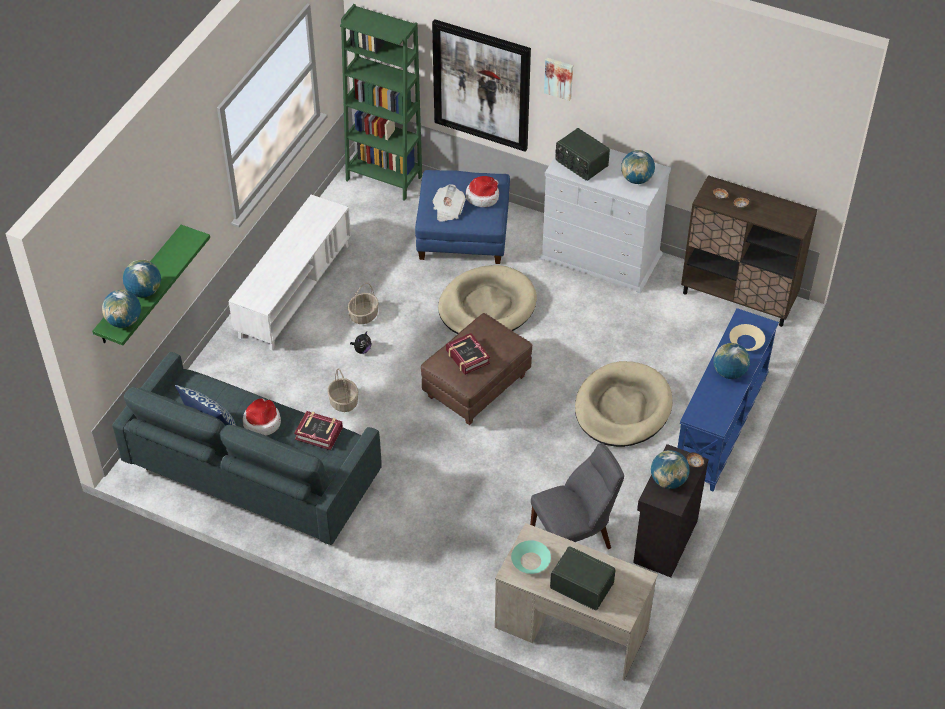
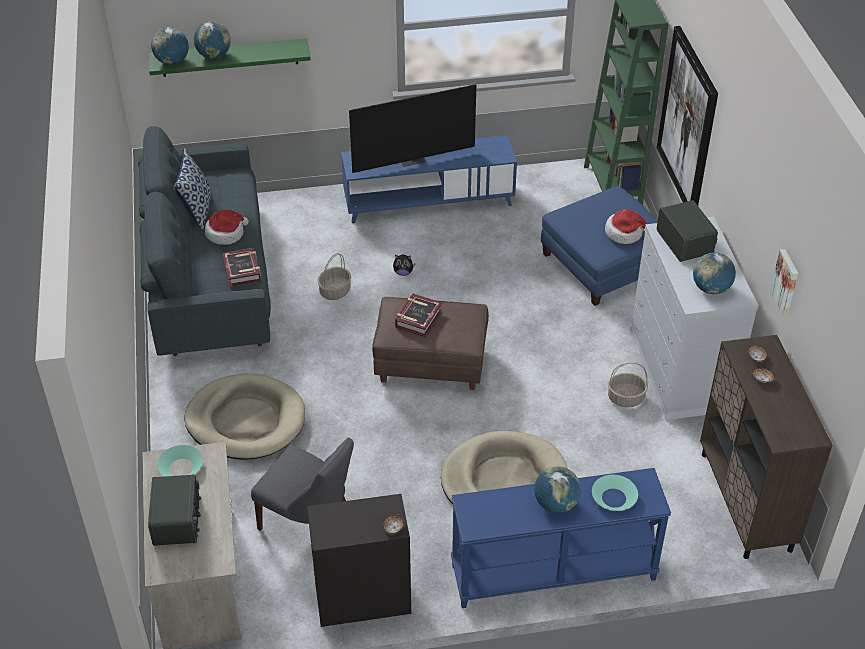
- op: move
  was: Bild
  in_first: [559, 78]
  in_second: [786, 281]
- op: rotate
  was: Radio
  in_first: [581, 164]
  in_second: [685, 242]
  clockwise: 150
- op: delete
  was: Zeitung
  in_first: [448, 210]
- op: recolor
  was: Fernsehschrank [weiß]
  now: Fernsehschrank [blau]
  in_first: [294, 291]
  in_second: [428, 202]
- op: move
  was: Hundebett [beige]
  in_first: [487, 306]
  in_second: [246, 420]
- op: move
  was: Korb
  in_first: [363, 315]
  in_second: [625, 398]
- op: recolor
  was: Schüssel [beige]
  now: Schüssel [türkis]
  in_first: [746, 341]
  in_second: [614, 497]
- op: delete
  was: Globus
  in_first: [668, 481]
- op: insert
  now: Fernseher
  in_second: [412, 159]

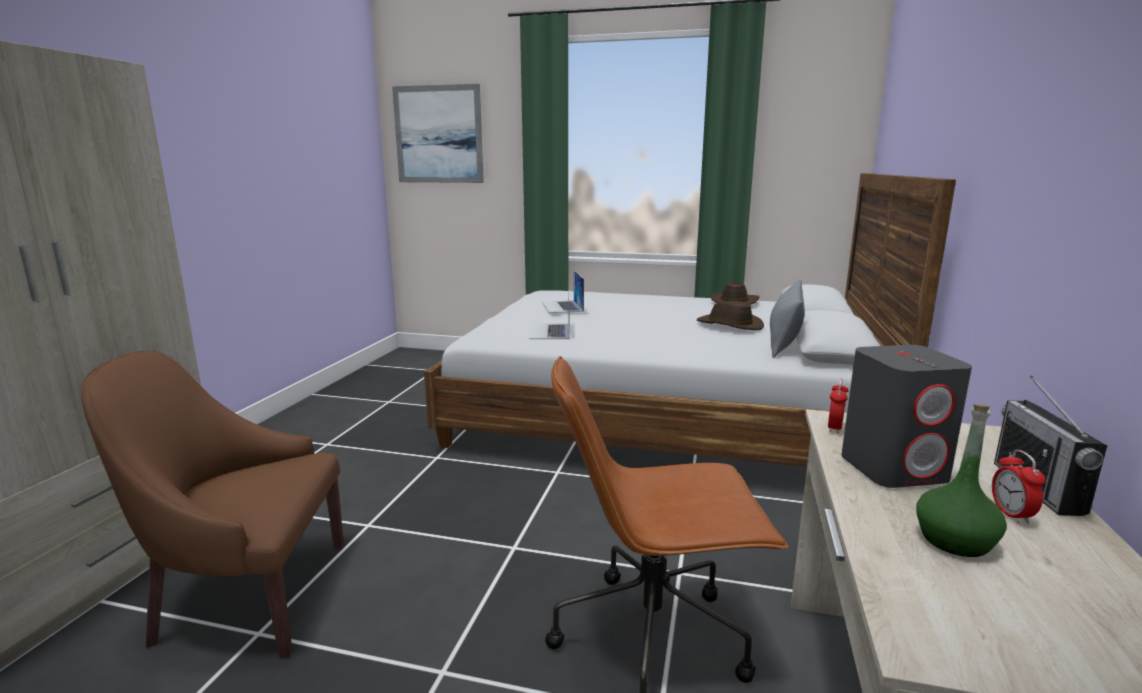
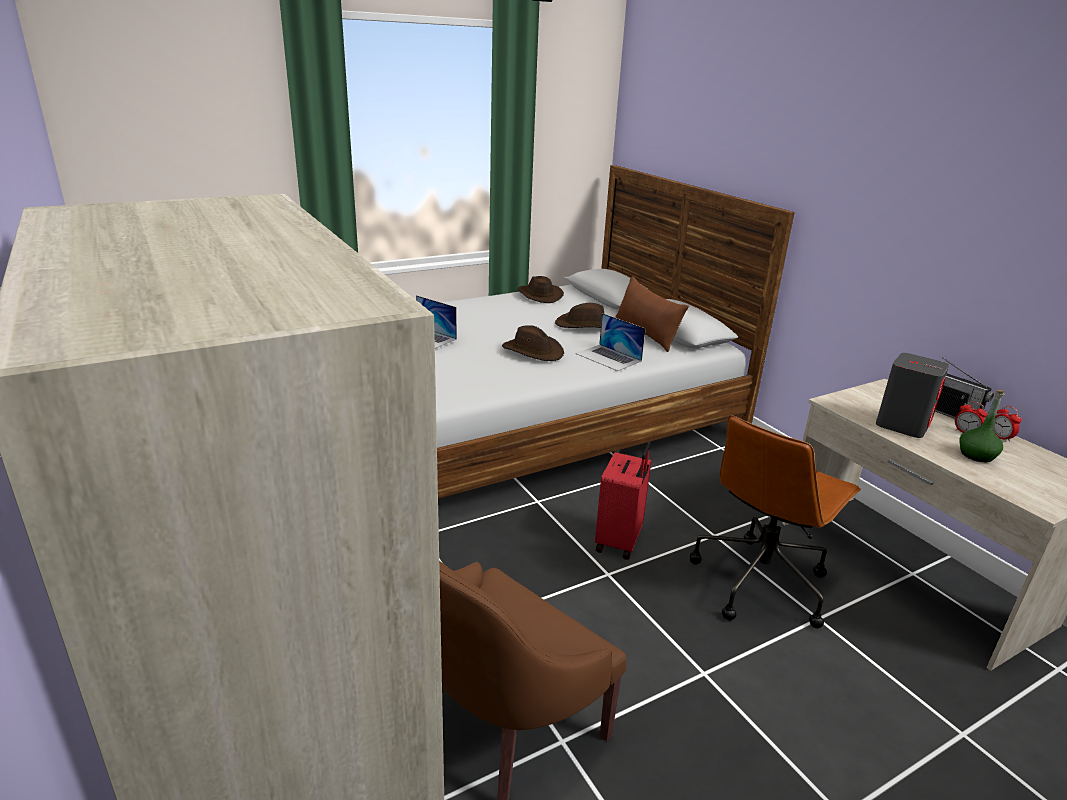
- op: delete
  was: Bild
  in_first: [438, 134]
- op: recolor
  was: Kissen [grau]
  now: Kissen [braun]
  in_first: [784, 342]
  in_second: [646, 333]
- op: move
  was: Laptop
  in_first: [550, 331]
  in_second: [608, 357]
- op: move
  was: Wecker
  in_first: [834, 428]
  in_second: [1000, 437]
- op: insert
  now: Hut [braun]
  in_second: [533, 351]
- op: insert
  now: Koffer [rot]
  in_second: [620, 542]

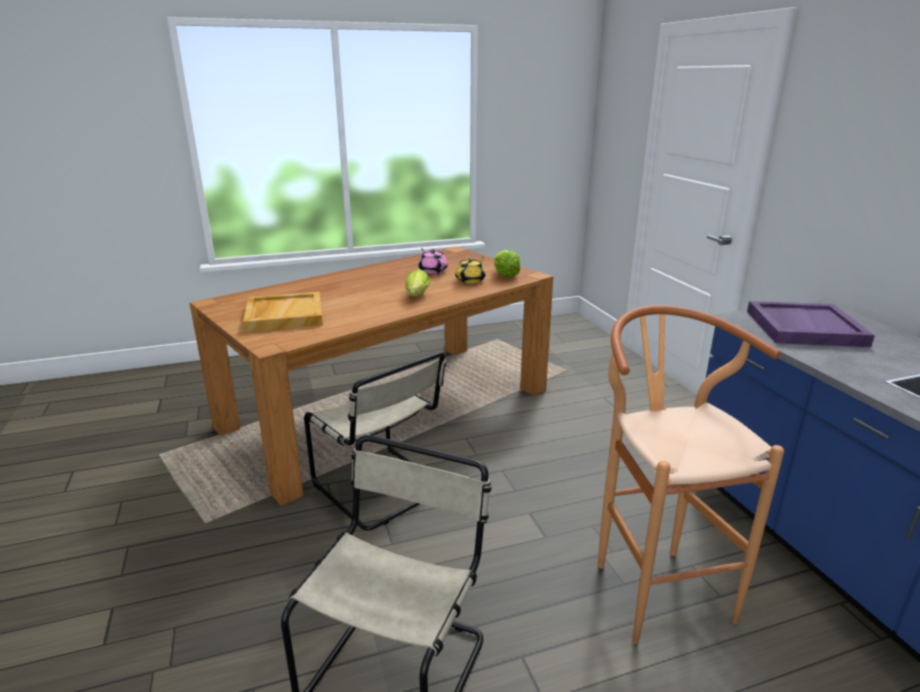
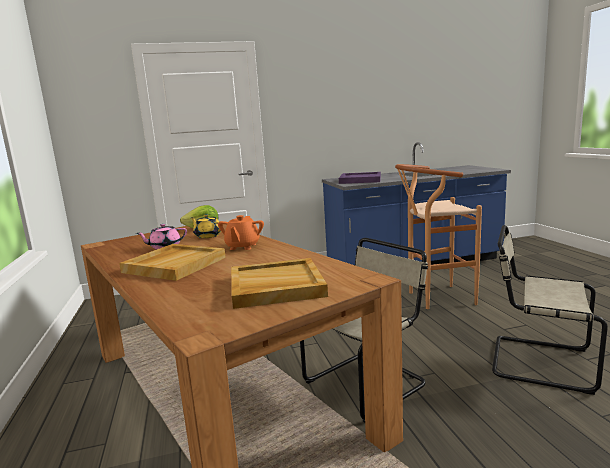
- op: replace
  was: Salatkopf
  now: Teekanne [orange]
  in_first: [416, 296]
  in_second: [242, 247]
- op: insert
  now: Tablett [beige]
  in_second: [174, 264]

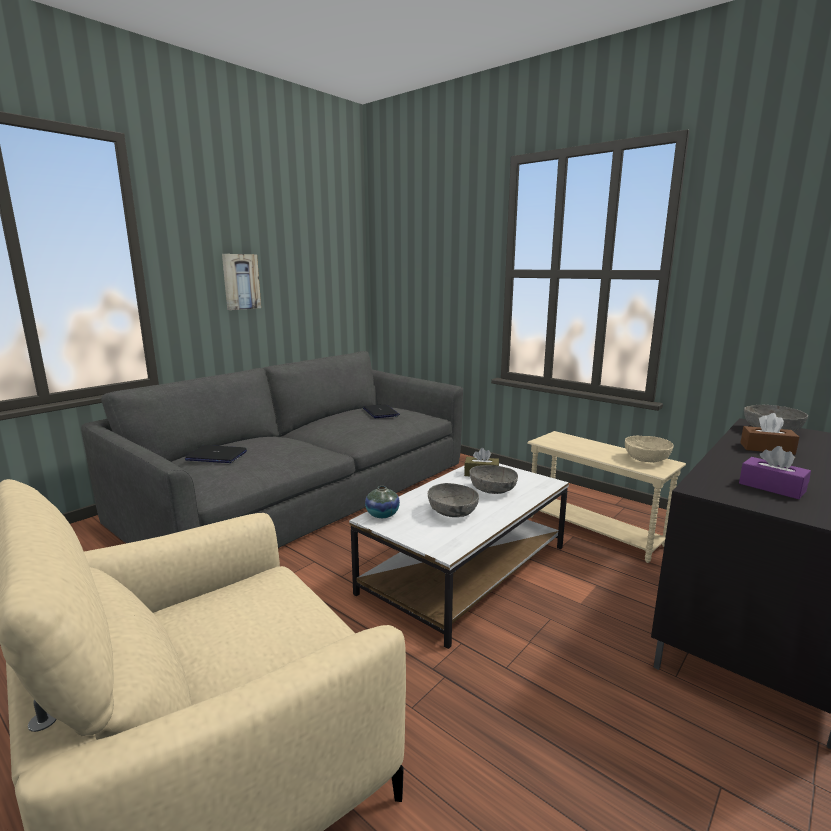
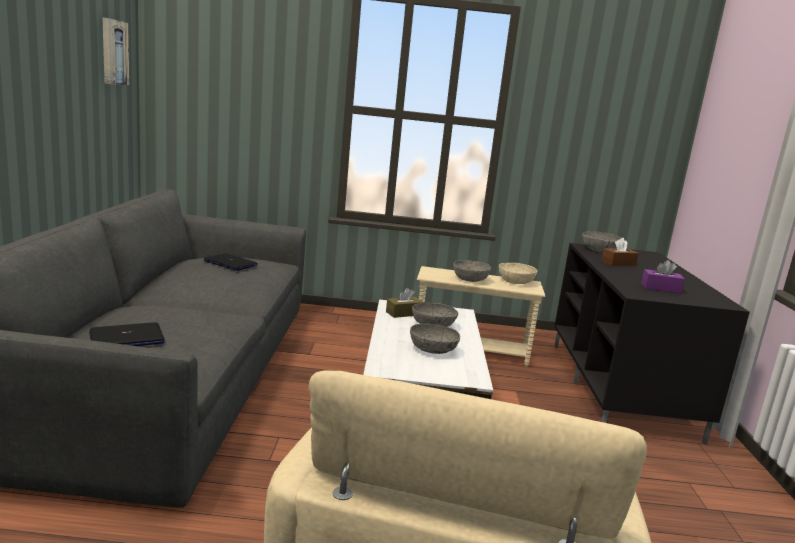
- op: move
  was: Bild
  in_first: [240, 281]
  in_second: [113, 52]
- op: delete
  was: Vase
  in_first: [382, 514]
- op: insert
  now: Schüssel [grau]
  in_second: [470, 279]

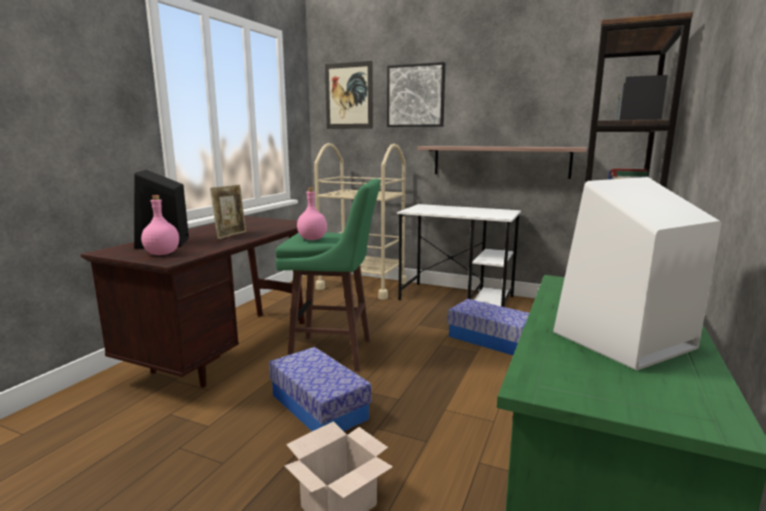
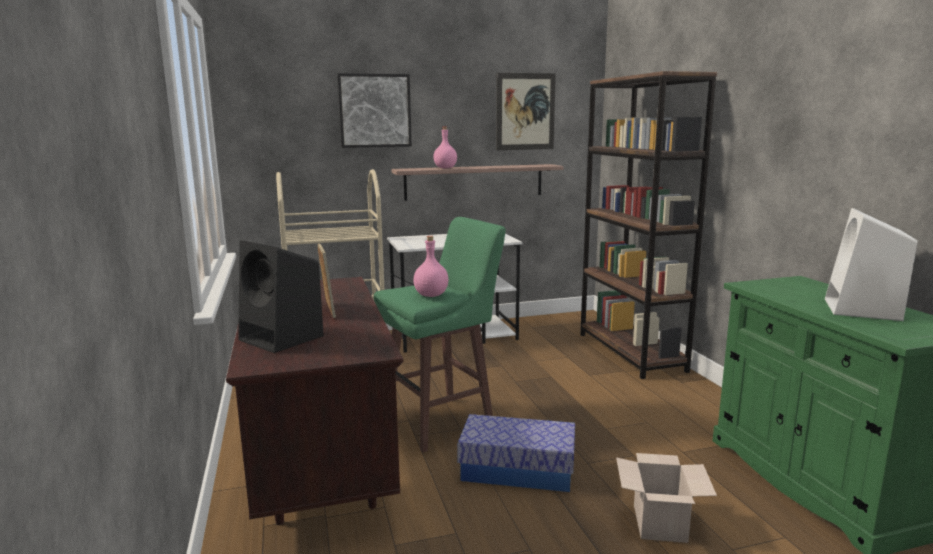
- op: move
  was: Bild
  in_first: [348, 96]
  in_second: [525, 111]
- op: move
  was: Flasche [rosa]
  in_first: [163, 253]
  in_second: [445, 168]
- op: delete
  was: Aufbewahrungsbox
  in_first: [490, 339]

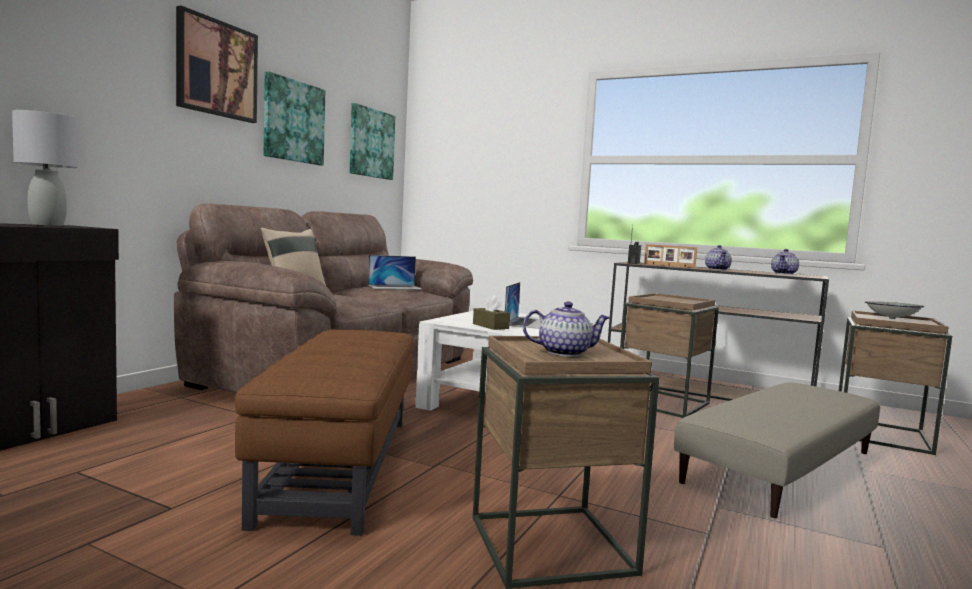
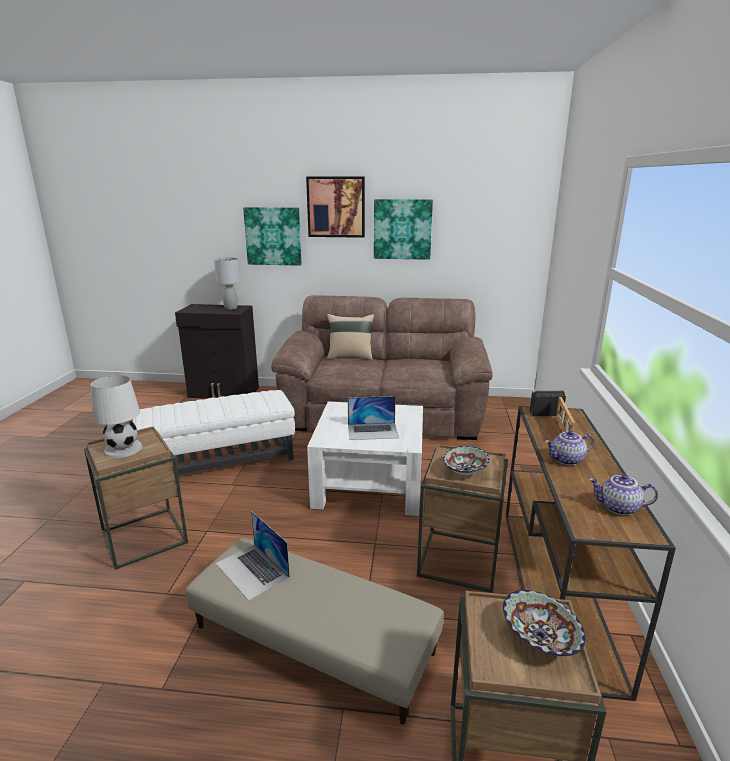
- op: move
  was: Bild
  in_first: [371, 143]
  in_second: [273, 236]
- op: move
  was: Laptop
  in_first: [395, 287]
  in_second: [252, 570]
- op: delete
  was: Taschentuchbox [braun]
  in_first: [490, 326]
- op: replace
  was: Teekanne
  now: Tischlampe [weiß]
  in_first: [564, 352]
  in_second: [123, 449]
- op: recolor
  was: Polsterhocker [braun]
  now: Polsterhocker [weiß]
  in_first: [339, 465]
  in_second: [220, 461]
- op: insert
  now: Schüssel
  in_second: [465, 471]

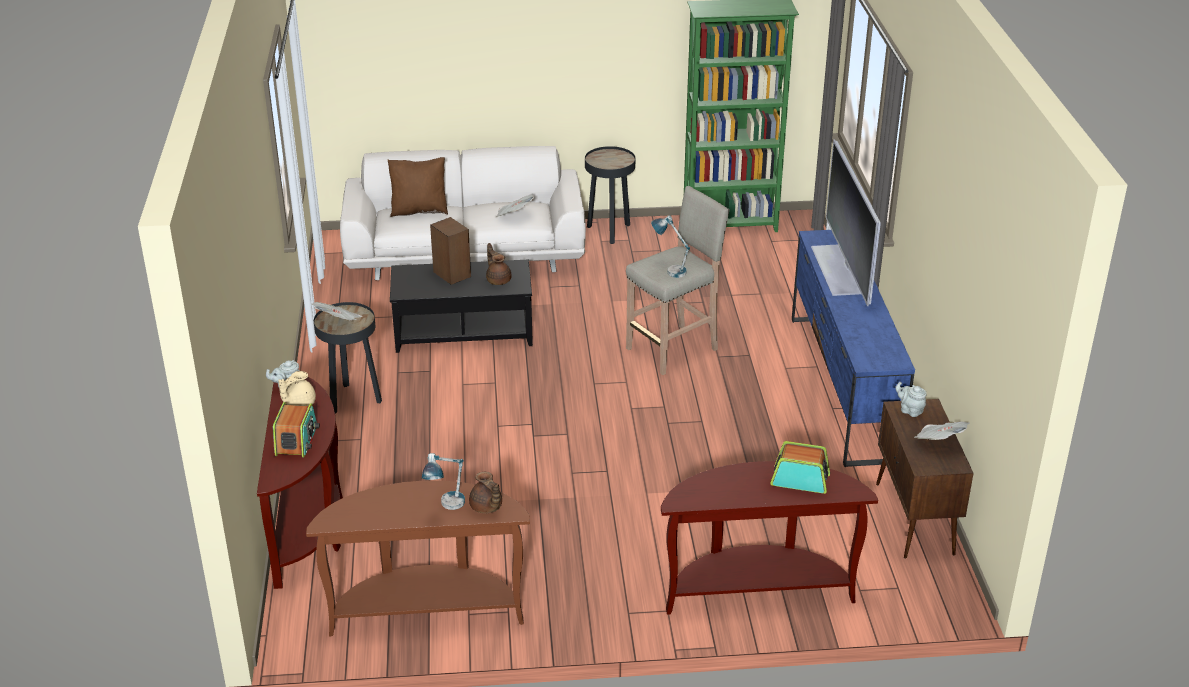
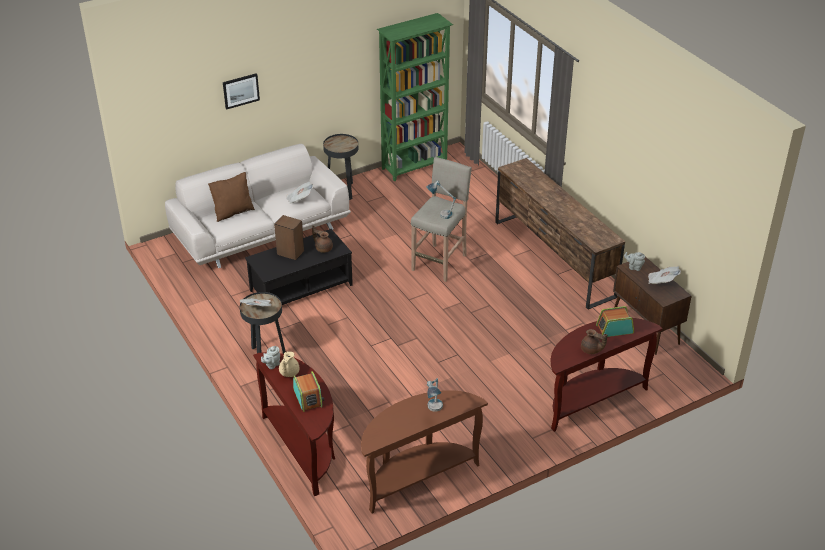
- op: delete
  was: Fernseher
  in_first: [837, 270]
- op: recolor
  was: Fernsehschrank [blau]
  now: Fernsehschrank [braun]
  in_first: [842, 387]
  in_second: [553, 259]
- op: move
  was: Teekanne [braun]
  in_first: [486, 507]
  in_second: [591, 350]
- op: insert
  now: Bild
  in_second: [240, 90]

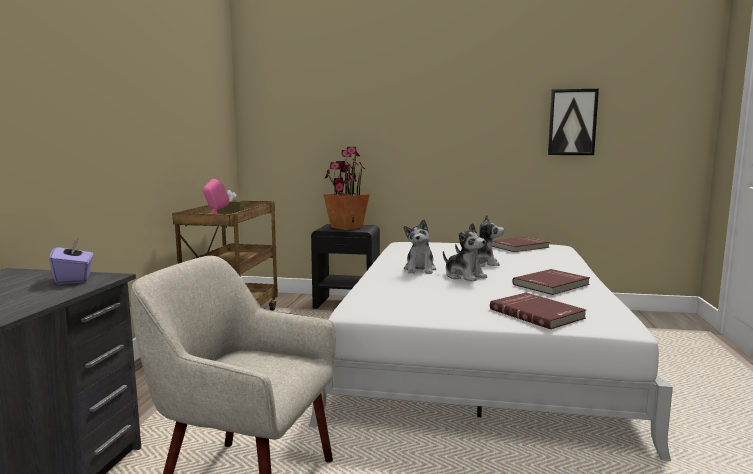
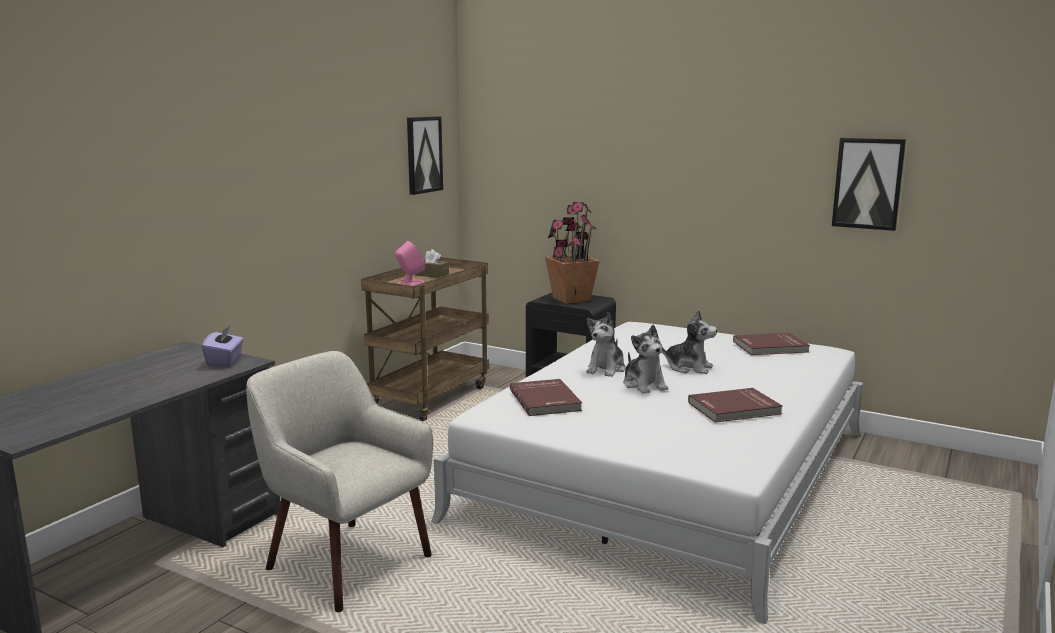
- op: move
  was: Buch [rot]
  in_first: [537, 313]
  in_second: [546, 400]
- op: insert
  now: Bild
  in_second: [423, 154]

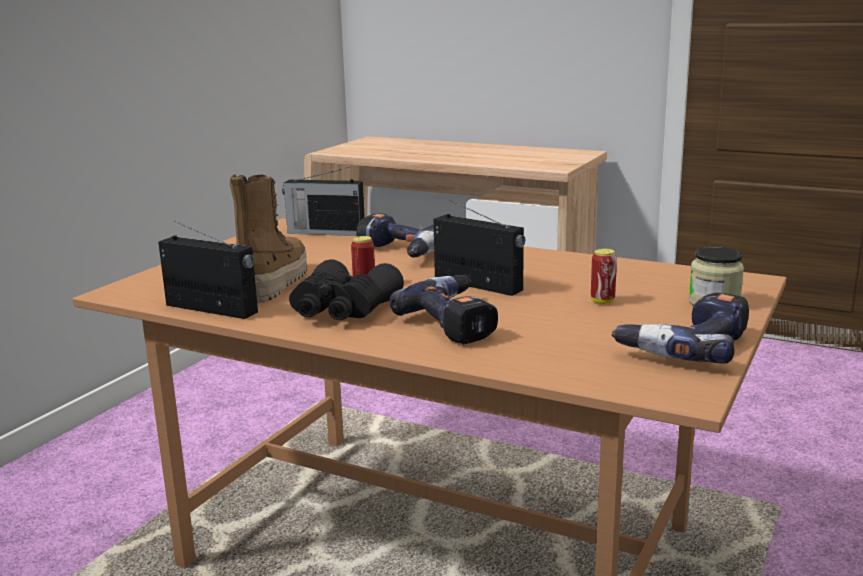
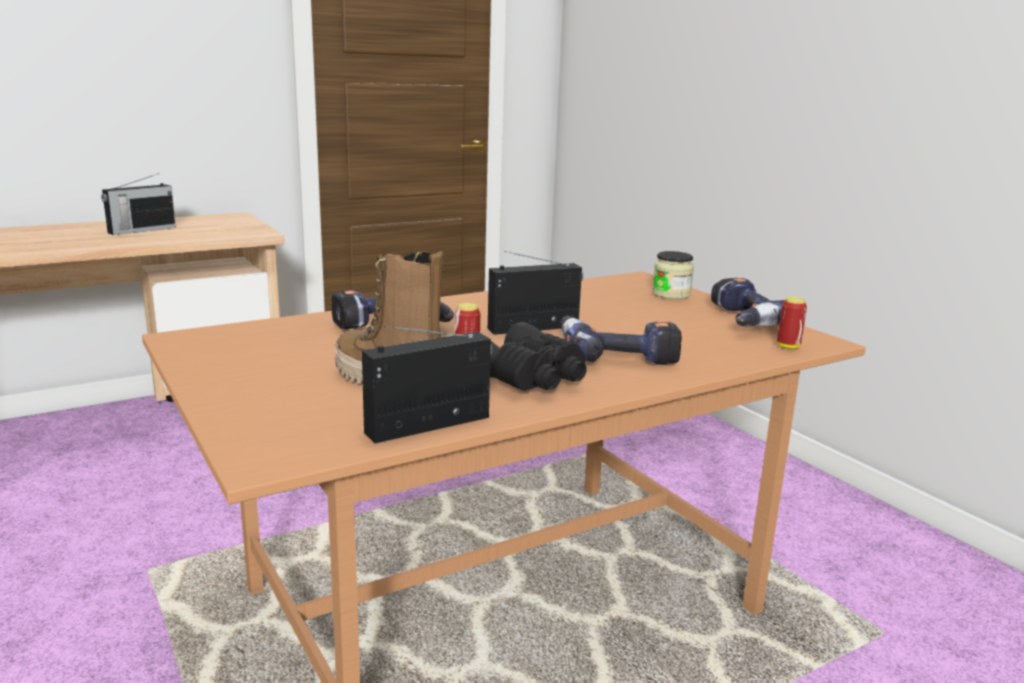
- op: move
  was: Radio
  in_first: [324, 232]
  in_second: [140, 230]
- op: move
  was: Dose
  in_first: [602, 301]
  in_second: [788, 347]

